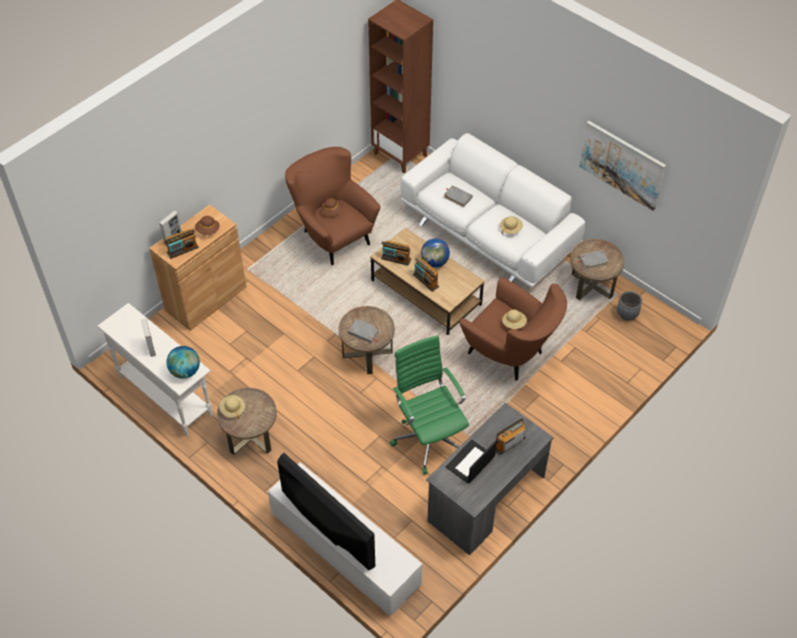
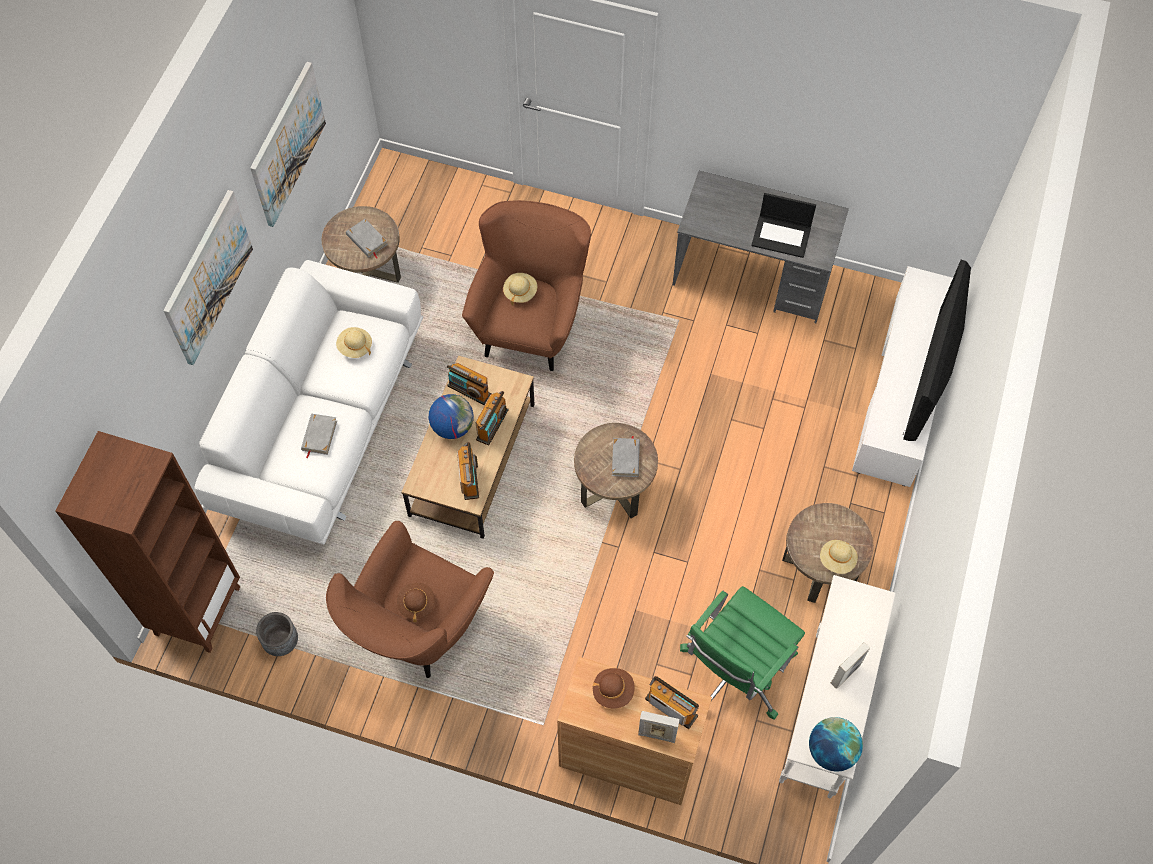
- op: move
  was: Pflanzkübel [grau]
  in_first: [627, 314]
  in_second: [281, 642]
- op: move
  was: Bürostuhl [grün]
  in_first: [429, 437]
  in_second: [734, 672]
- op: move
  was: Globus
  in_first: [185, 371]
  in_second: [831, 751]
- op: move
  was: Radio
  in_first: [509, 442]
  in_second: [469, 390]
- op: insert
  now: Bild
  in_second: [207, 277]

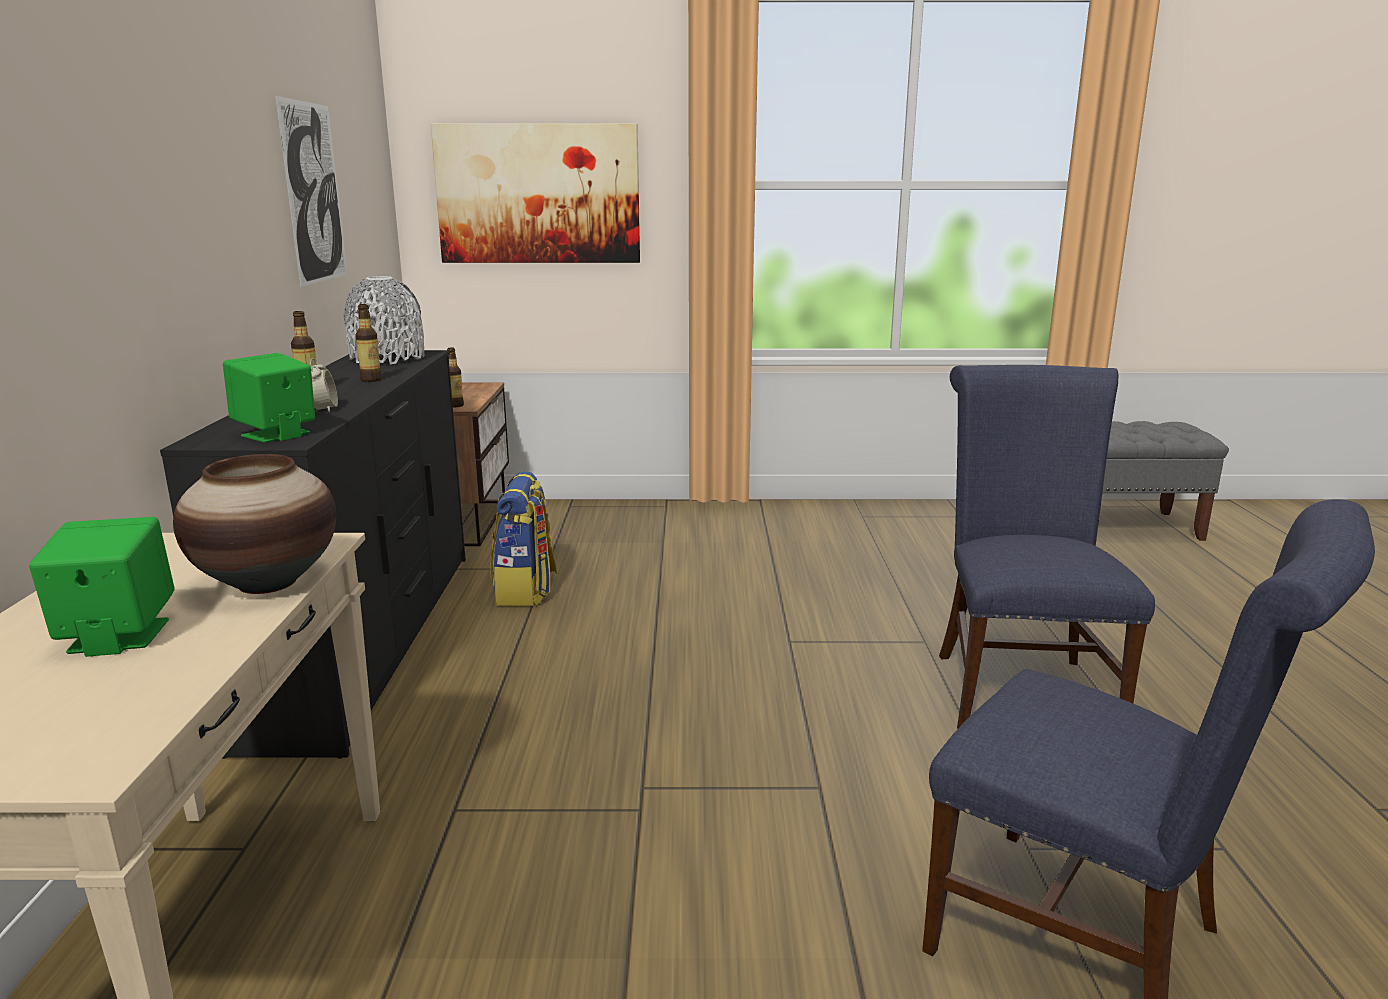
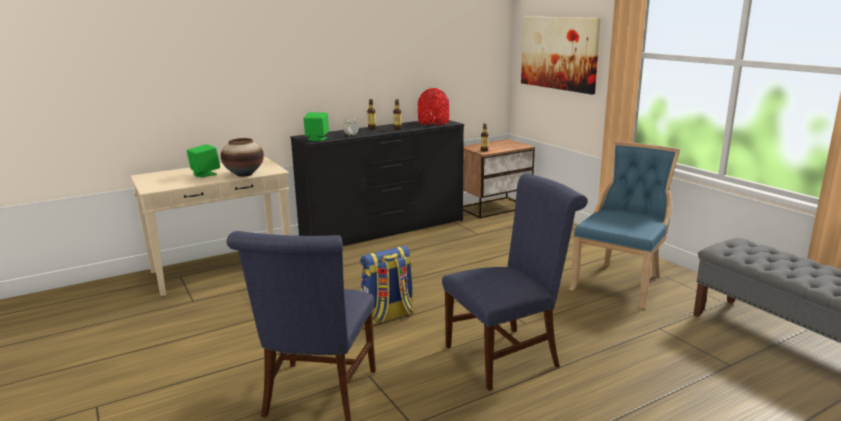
- op: delete
  was: Bild
  in_first: [314, 193]
- op: recolor
  was: Vase [grau]
  now: Vase [rot]
  in_first: [387, 358]
  in_second: [433, 123]
- op: move
  was: Rucksack
  in_first: [526, 591]
  in_second: [388, 315]
- op: insert
  now: Stuhl [blau]
  in_second: [620, 282]

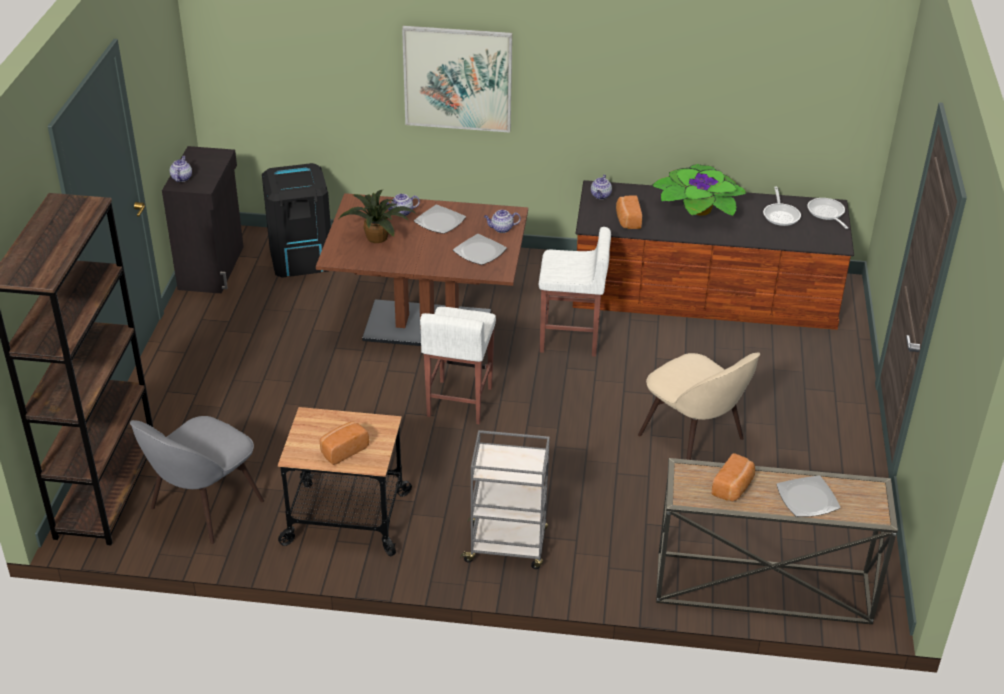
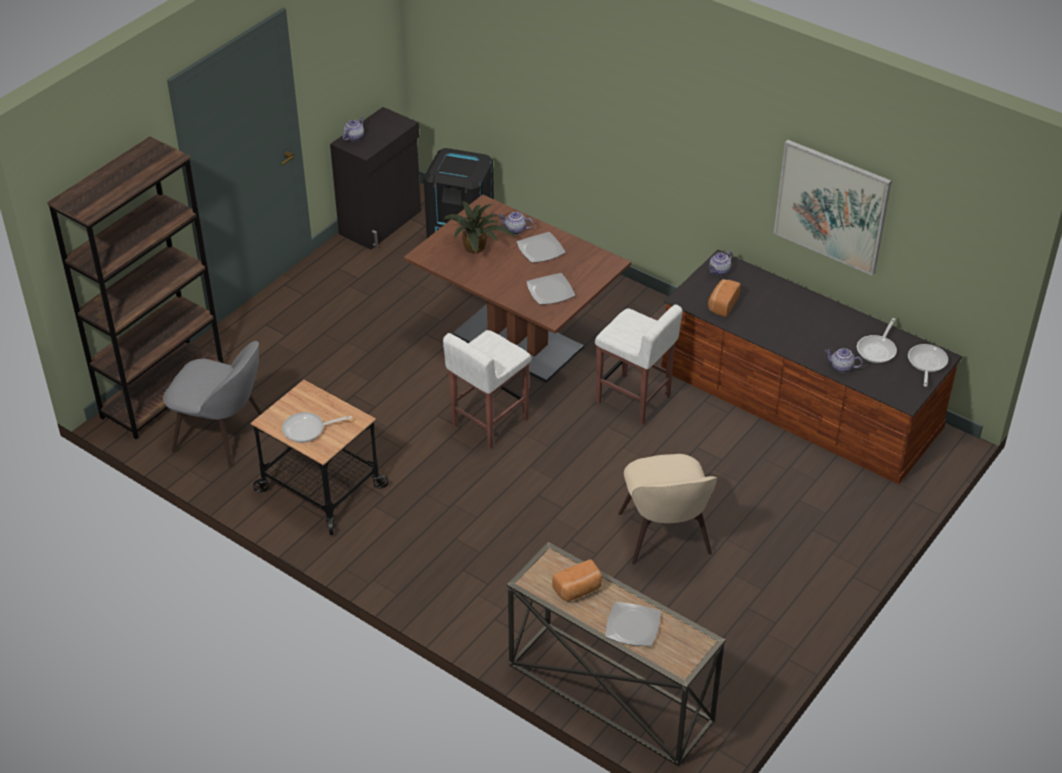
- op: move
  was: Bild
  in_first: [457, 78]
  in_second: [831, 206]
- op: delete
  was: Topfpflanze
  in_first: [698, 210]
- op: move
  was: Teekanne
  in_first: [501, 229]
  in_second: [841, 367]
- op: rotate
  was: Stuhl [grau]
  in_first: [203, 507]
  in_second: [222, 435]
  clockwise: -135
- op: replace
  was: Brot
  now: Pfanne
  in_first: [343, 450]
  in_second: [308, 430]
- op: delete
  was: Rollwagen [grau]
  in_first: [507, 546]

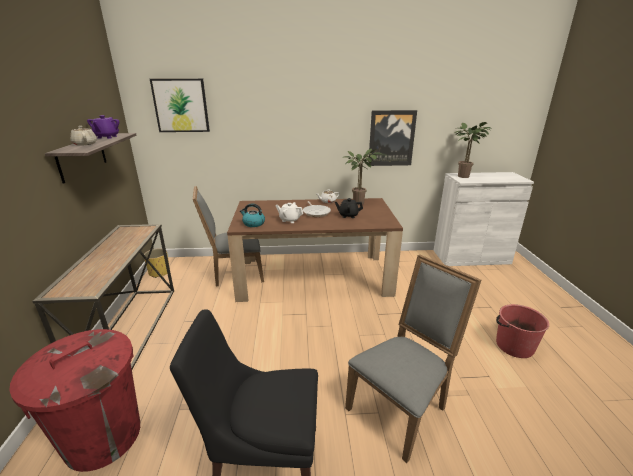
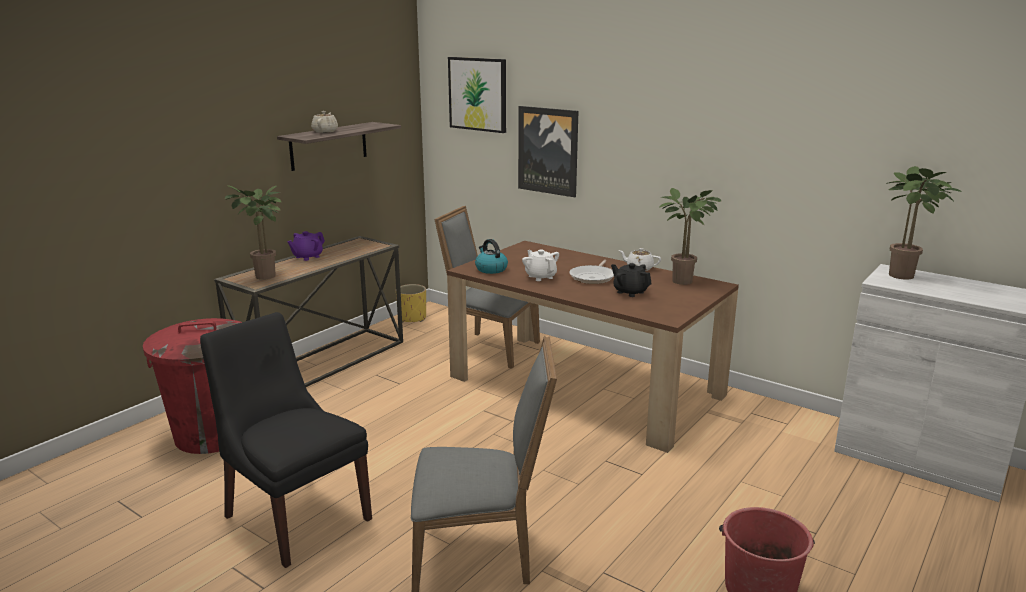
- op: move
  was: Bild
  in_first: [391, 138]
  in_second: [548, 150]
- op: move
  was: Teekanne [lila]
  in_first: [107, 137]
  in_second: [307, 257]
- op: insert
  now: Topfpflanze
  in_second: [265, 277]

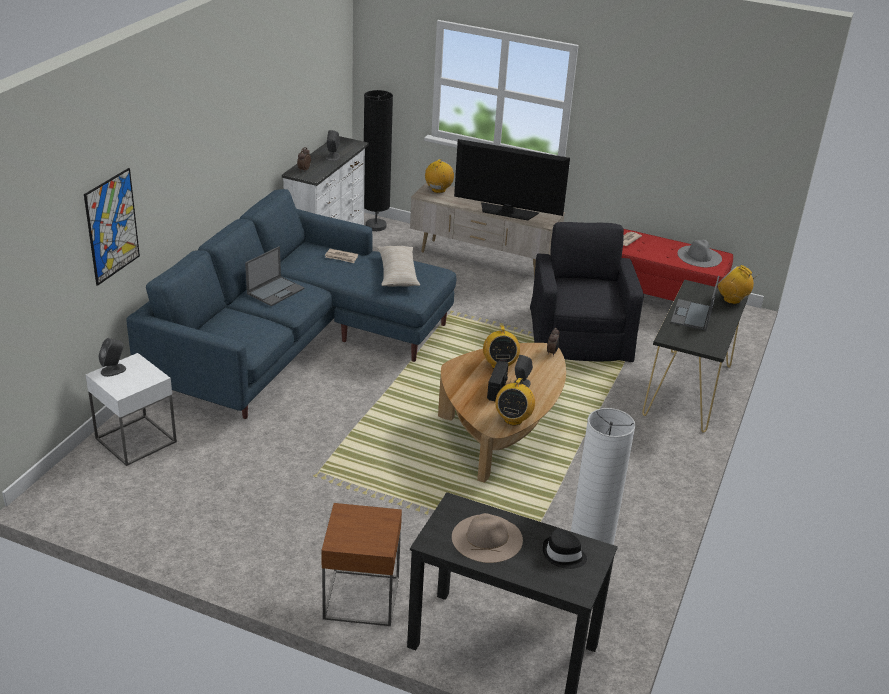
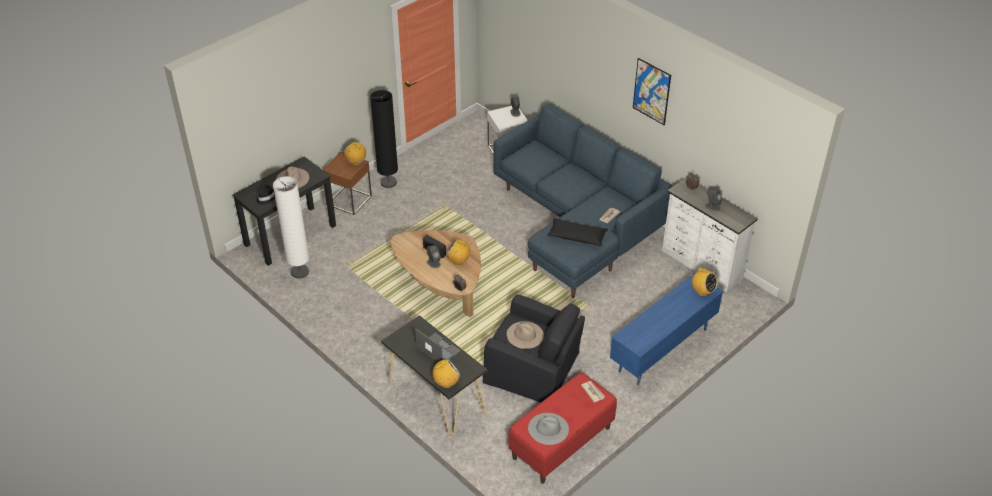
- op: move
  was: Stehlampe [schwarz]
  in_first: [376, 226]
  in_second: [388, 183]
- op: delete
  was: Fernseher
  in_first: [507, 212]
- op: move
  was: Bild
  in_first: [112, 226]
  in_second: [651, 91]
- op: recolor
  was: Fernsehschrank [beige]
  now: Fernsehschrank [blau]
  in_first: [483, 260]
  in_second: [662, 350]
- op: delete
  was: Laptop
  in_first: [276, 291]
- op: recolor
  was: Kissen [beige]
  now: Kissen [schwarz]
  in_first: [397, 273]
  in_second: [577, 237]
- op: move
  was: Radio
  in_first: [513, 419]
  in_second: [356, 162]
- op: insert
  now: Hut [beige]
  in_second: [525, 335]

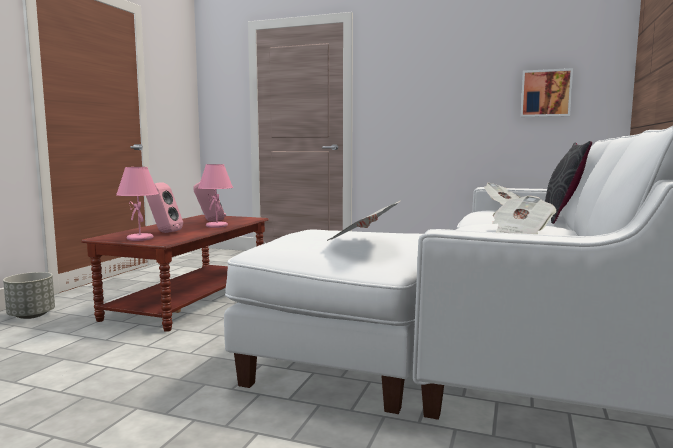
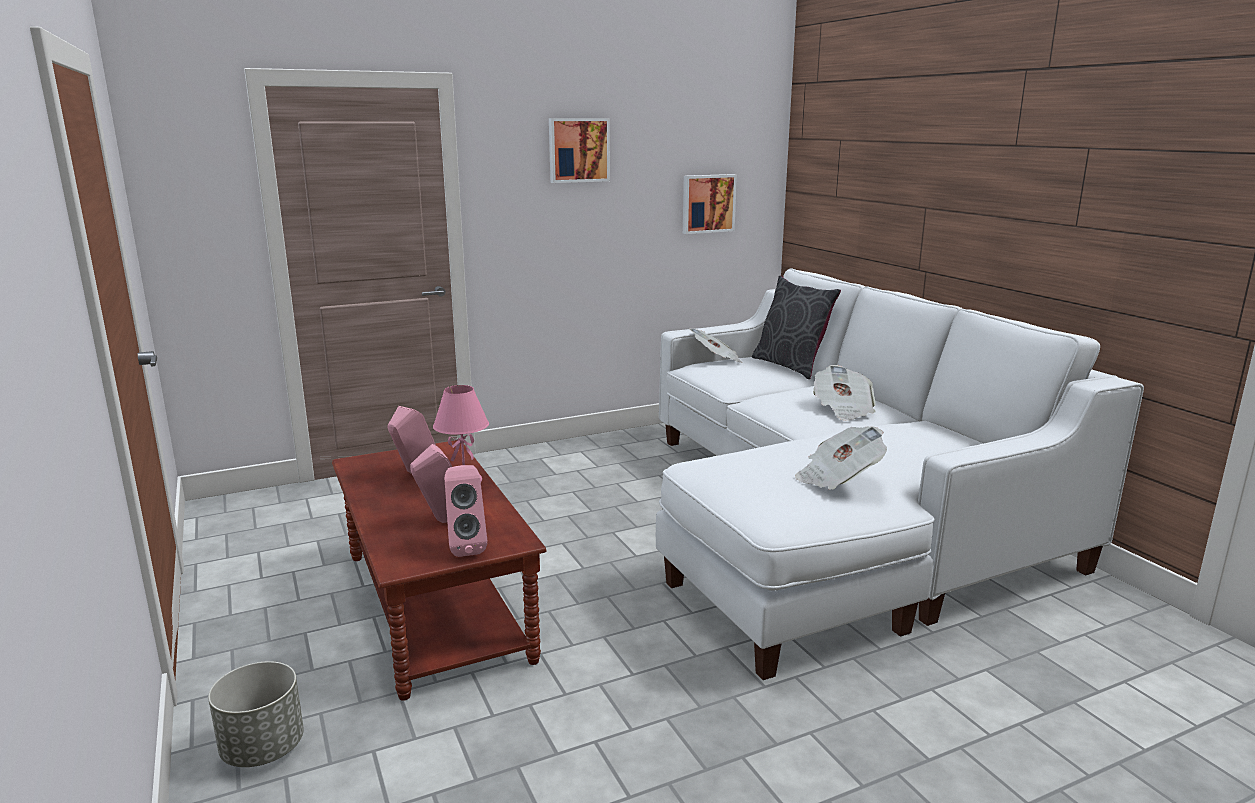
- op: replace
  was: Tischlampe [rosa]
  now: Lautsprecher [rosa]
  in_first: [140, 239]
  in_second: [466, 547]
- op: insert
  now: Bild
  in_second: [578, 150]

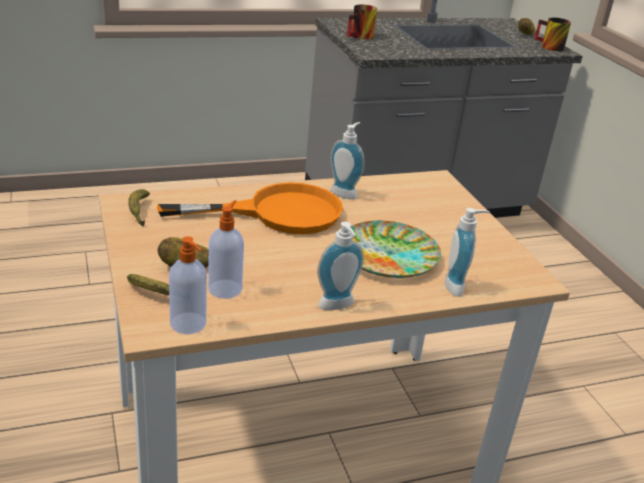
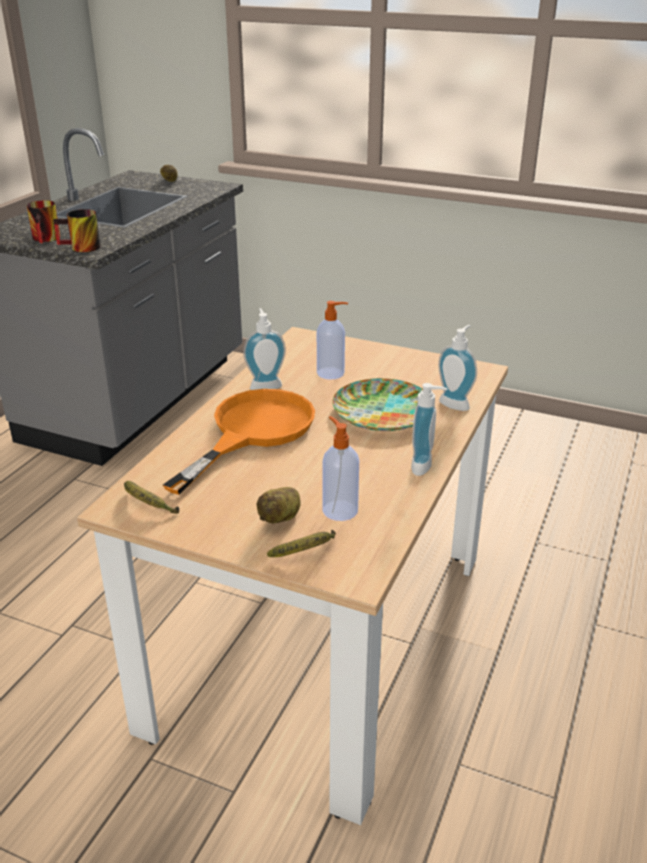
- op: move
  was: Henkelbecher
  in_first: [548, 46]
  in_second: [80, 248]
- op: move
  was: Seifenspender
  in_first: [189, 324]
  in_second: [331, 373]

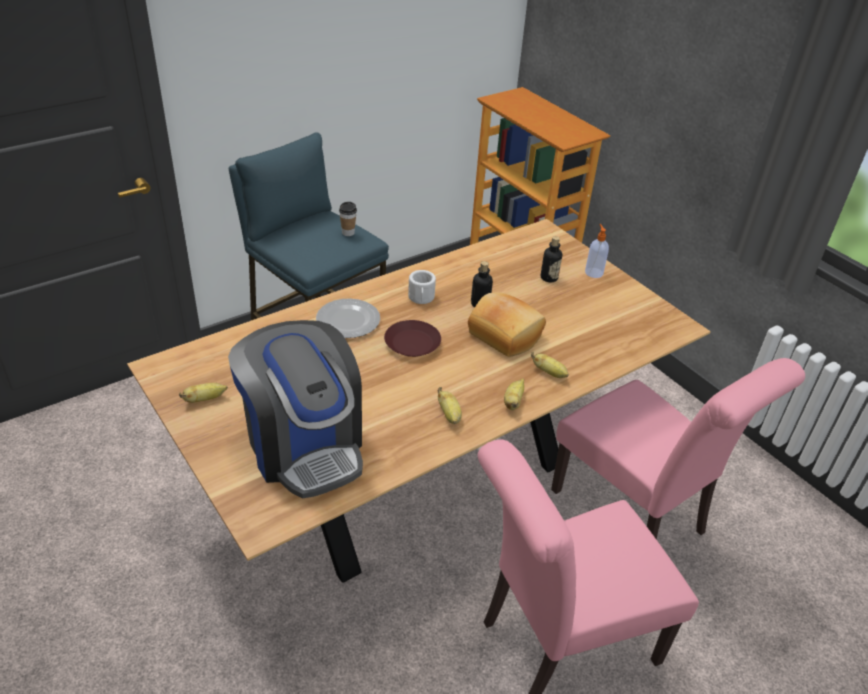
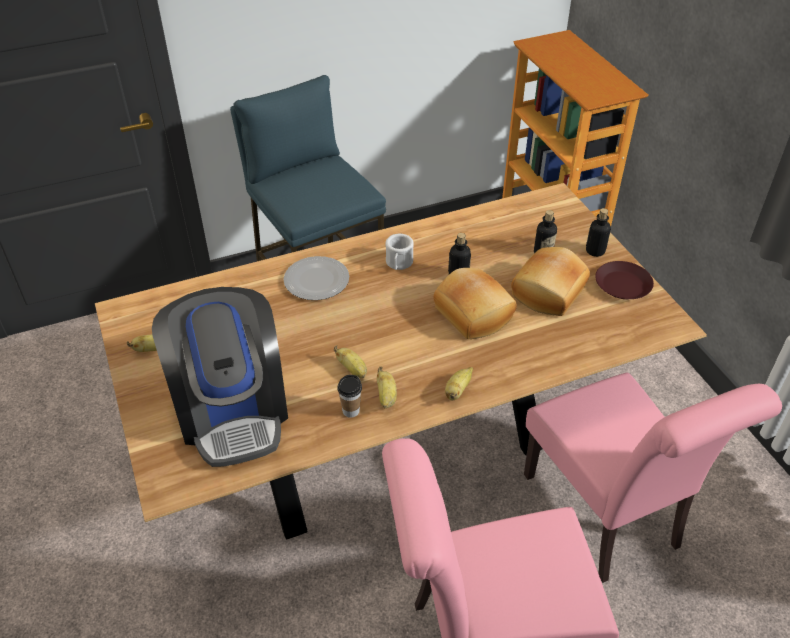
- op: move
  was: Tasse
  in_first: [348, 233]
  in_second: [351, 411]
- op: replace
  was: Seifenspender
  now: Flasche
  in_first: [593, 272]
  in_second: [595, 251]
- op: move
  was: Teller [braun]
  in_first: [412, 344]
  in_second: [622, 285]
- op: move
  was: Banane
  in_first: [549, 373]
  in_second: [353, 370]
- op: insert
  now: Brot
  in_second: [550, 293]

